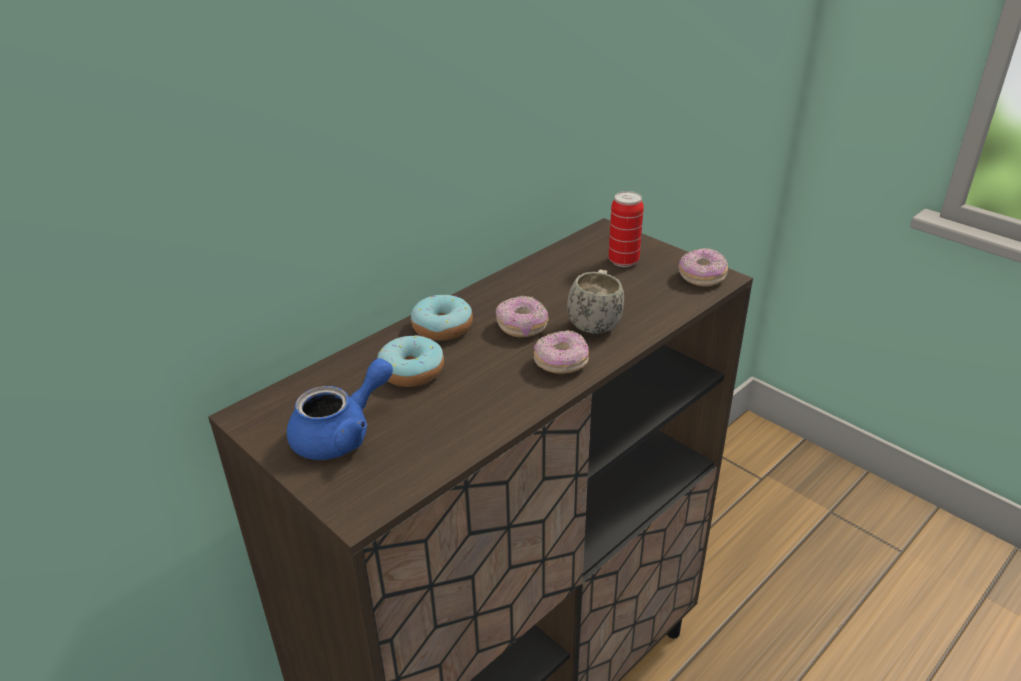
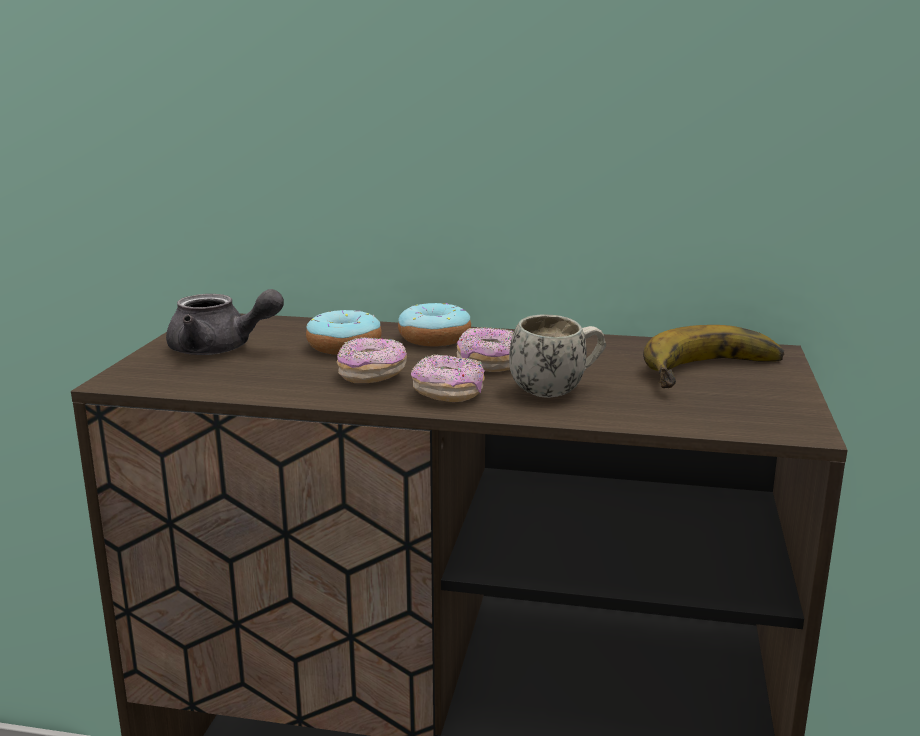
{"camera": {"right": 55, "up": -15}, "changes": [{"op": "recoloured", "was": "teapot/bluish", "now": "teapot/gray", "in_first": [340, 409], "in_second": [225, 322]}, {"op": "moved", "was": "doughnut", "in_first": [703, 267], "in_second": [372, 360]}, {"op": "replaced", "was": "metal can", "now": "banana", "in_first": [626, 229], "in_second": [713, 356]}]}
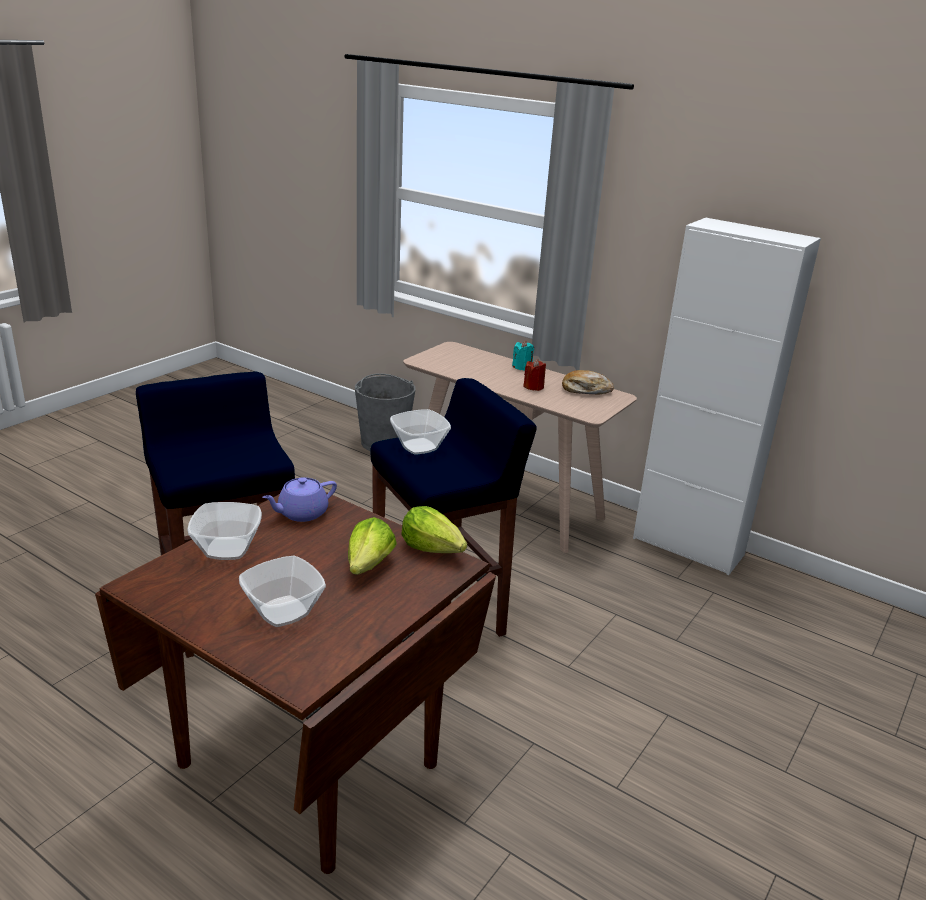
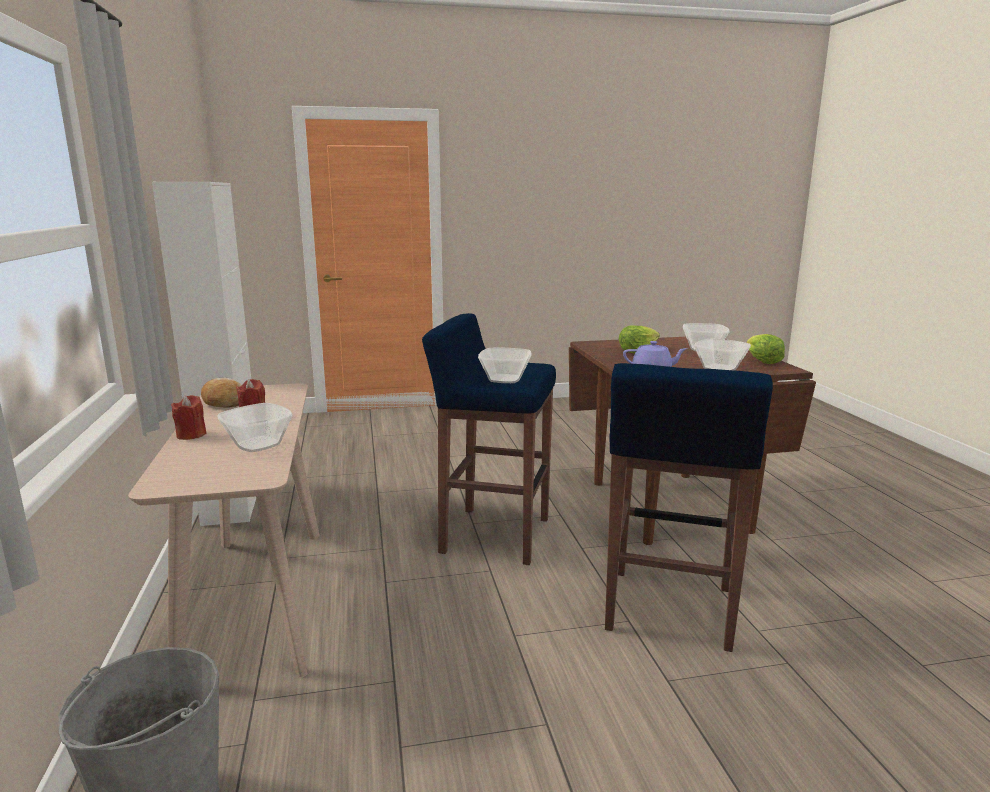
{"camera": {"right": -135, "up": -10}, "changes": [{"op": "recoloured", "was": "wax light/blue-green", "now": "wax light/red-coloured", "in_first": [523, 356], "in_second": [188, 417]}, {"op": "added", "now": "bowl", "in_second": [255, 427]}, {"op": "moved", "was": "lettuce head", "in_first": [434, 529], "in_second": [766, 349]}]}
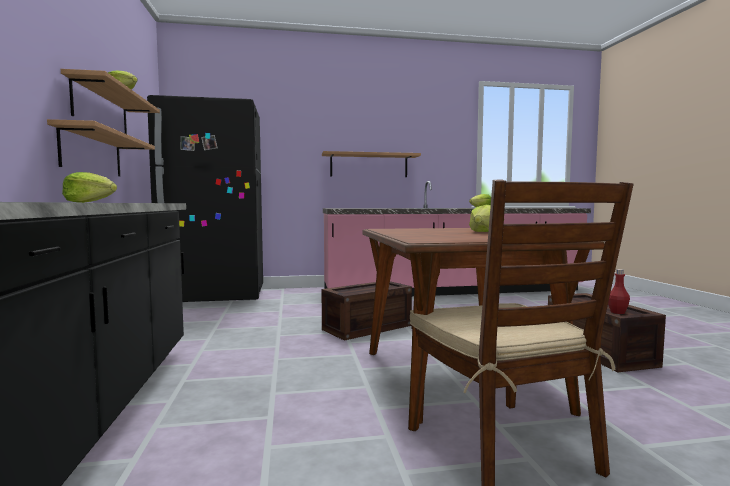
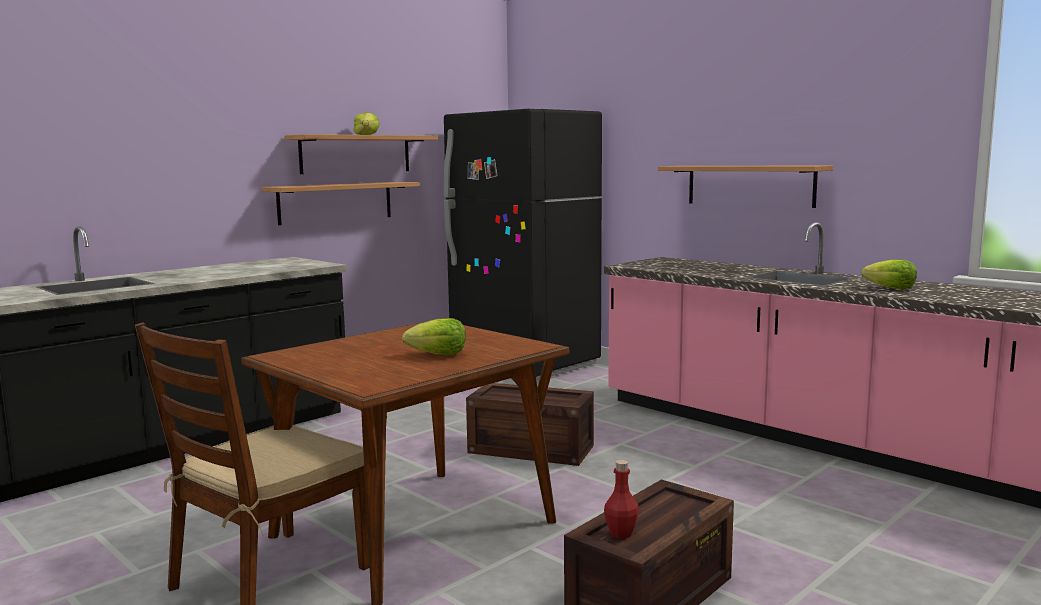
{"camera": {"right": 55, "up": 5}, "changes": [{"op": "removed", "was": "lettuce head", "in_first": [89, 187]}]}
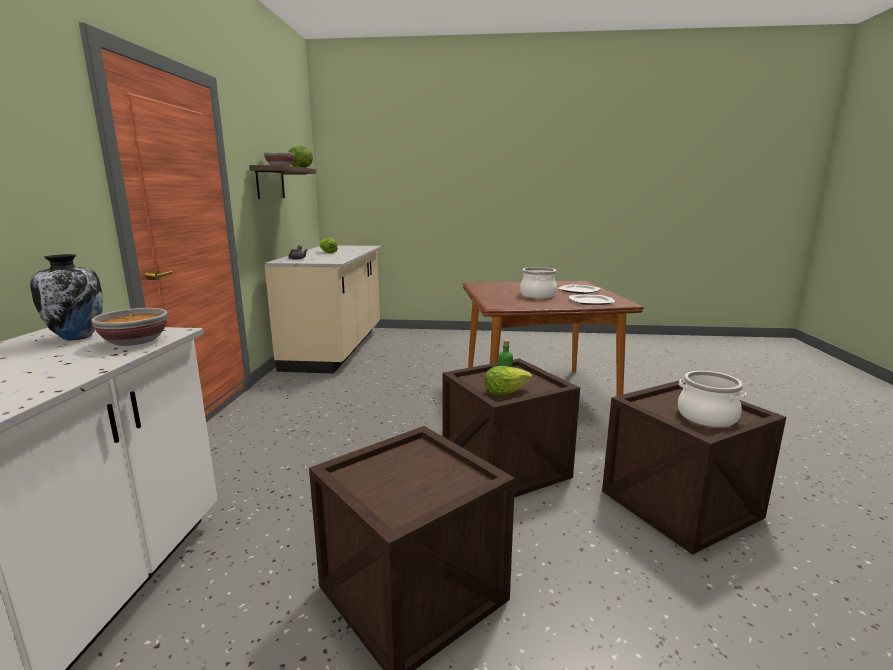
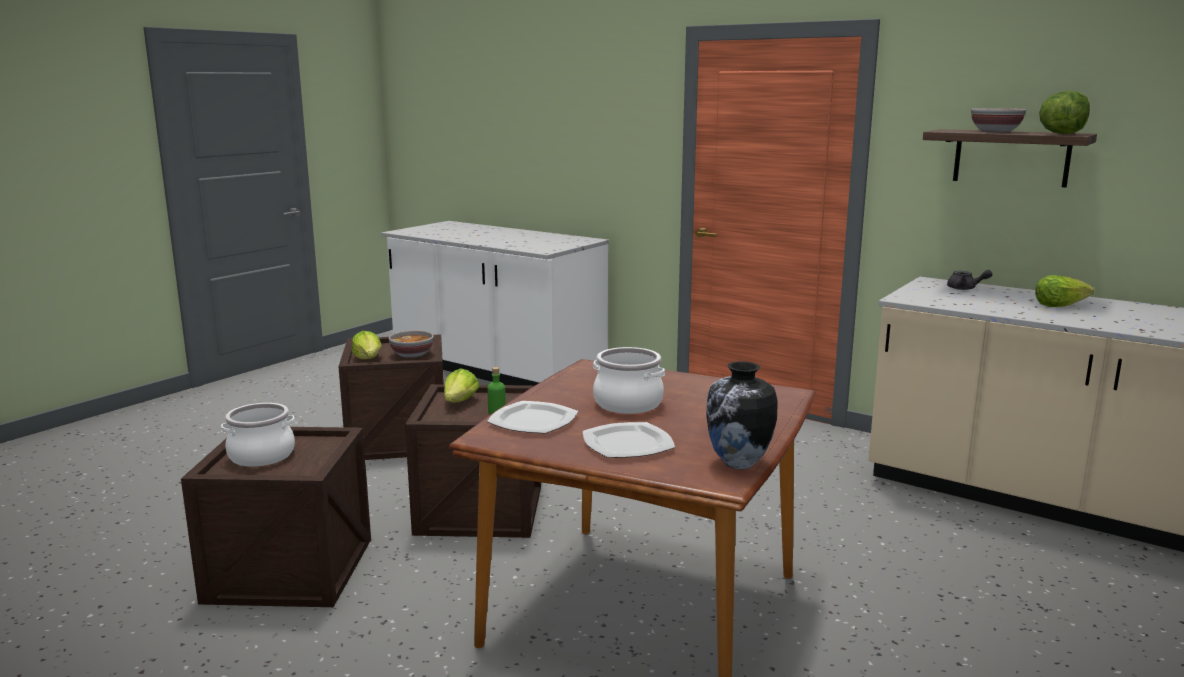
{"camera": {"right": 120, "up": 0}, "changes": [{"op": "added", "now": "lettuce head", "in_second": [367, 345]}, {"op": "moved", "was": "bowl", "in_first": [129, 327], "in_second": [411, 344]}, {"op": "moved", "was": "flower vase", "in_first": [66, 297], "in_second": [742, 415]}]}
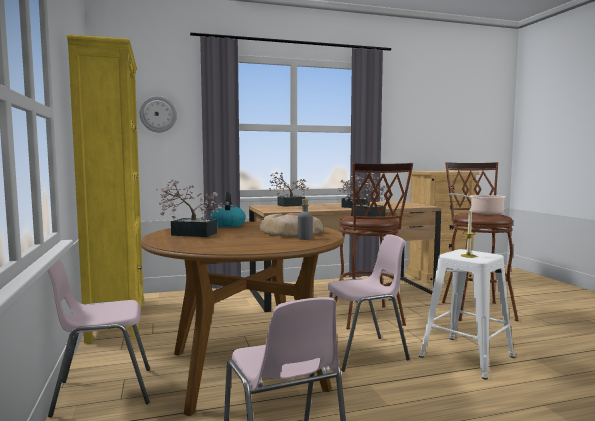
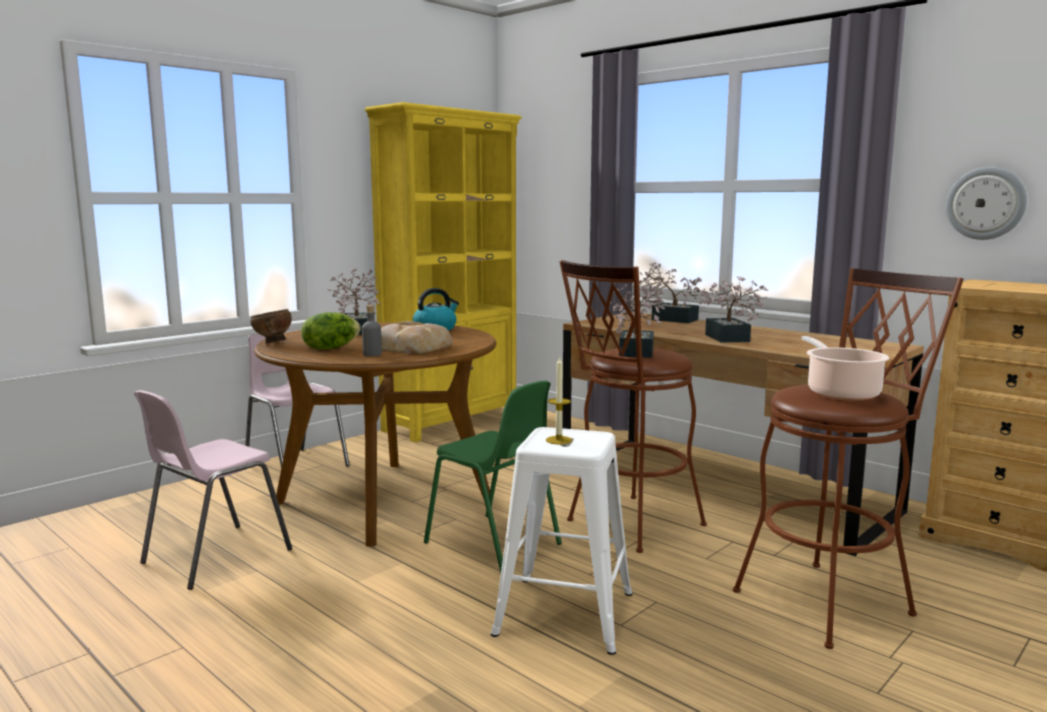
{"camera": {"right": 60, "up": 5}, "changes": [{"op": "added", "now": "bowl/brown-coloured", "in_second": [271, 326]}, {"op": "added", "now": "lettuce head", "in_second": [331, 331]}, {"op": "recoloured", "was": "chair/pinkish", "now": "chair/greenish", "in_first": [368, 303], "in_second": [493, 477]}, {"op": "moved", "was": "wall clock", "in_first": [158, 114], "in_second": [986, 203]}]}
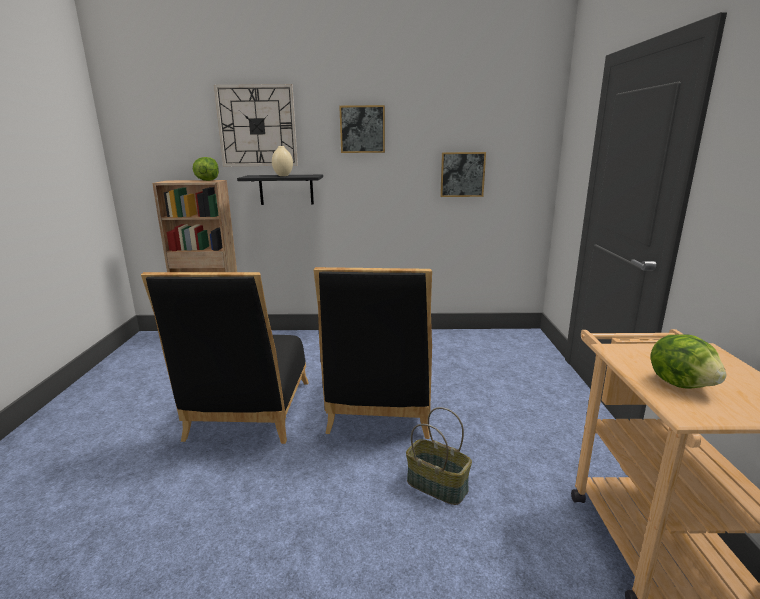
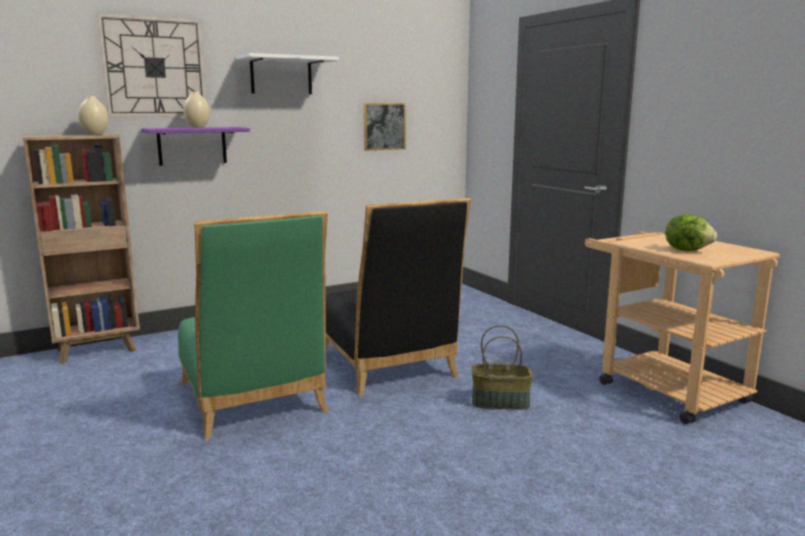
{"camera": {"right": -30, "up": -5}, "changes": [{"op": "replaced", "was": "lettuce head", "now": "flower vase/beige-coloured", "in_first": [206, 169], "in_second": [93, 115]}, {"op": "recoloured", "was": "shelf/black", "now": "shelf/purple-coloured", "in_first": [280, 190], "in_second": [195, 146]}, {"op": "recoloured", "was": "chair/black", "now": "chair/greenish", "in_first": [225, 358], "in_second": [253, 325]}, {"op": "replaced", "was": "wall art", "now": "shelf/whitish", "in_first": [362, 129], "in_second": [287, 73]}]}
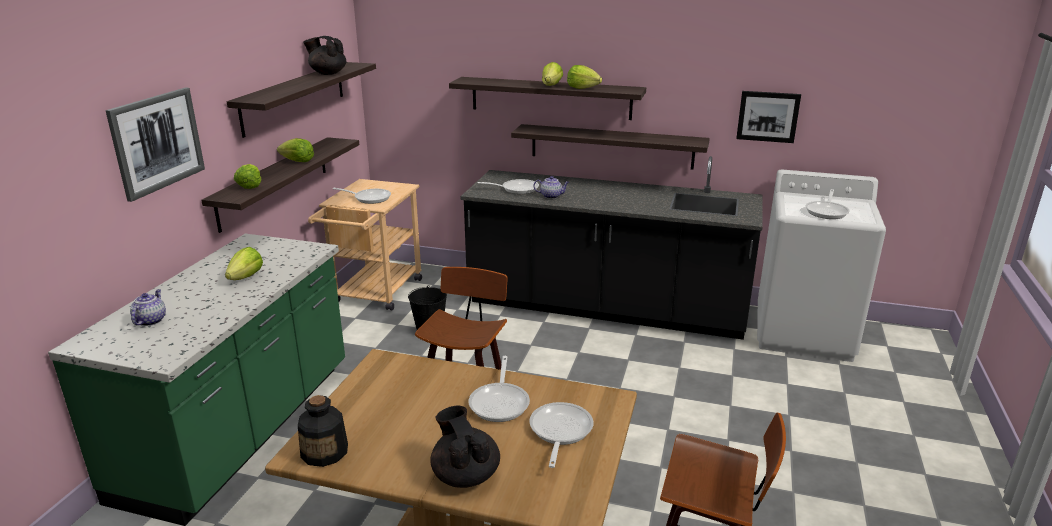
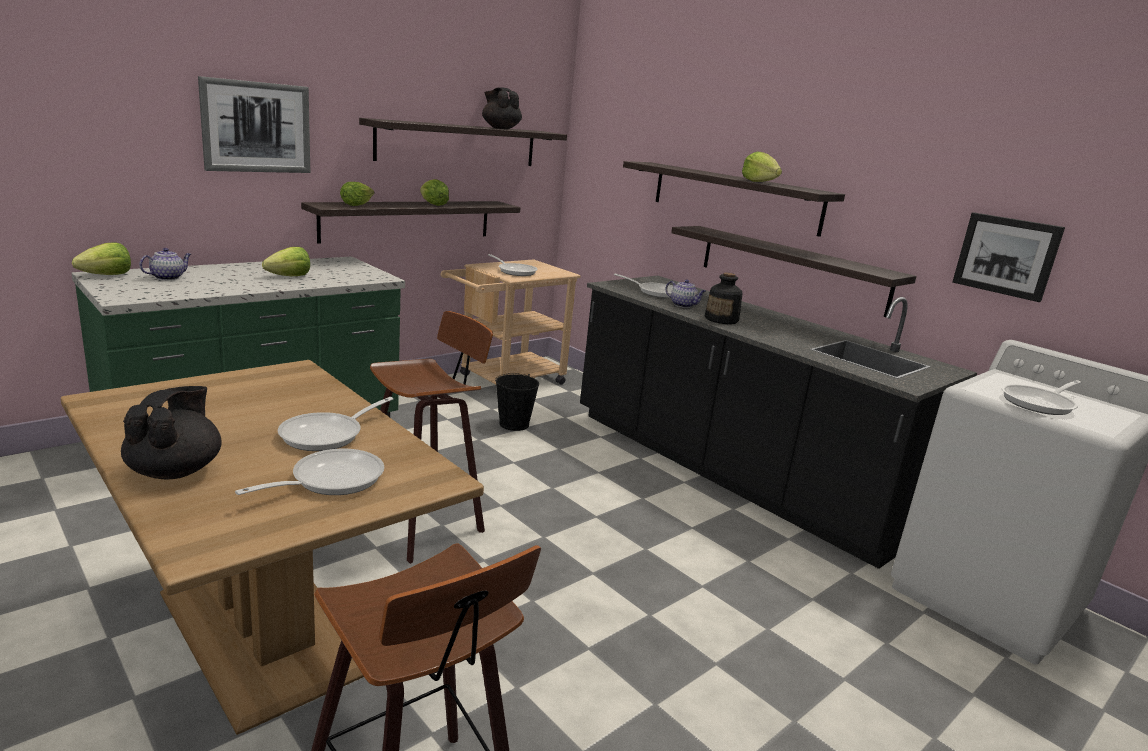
{"camera": {"right": 30, "up": -5}, "changes": [{"op": "moved", "was": "lettuce head", "in_first": [552, 74], "in_second": [101, 259]}, {"op": "moved", "was": "bottle", "in_first": [323, 431], "in_second": [724, 298]}]}
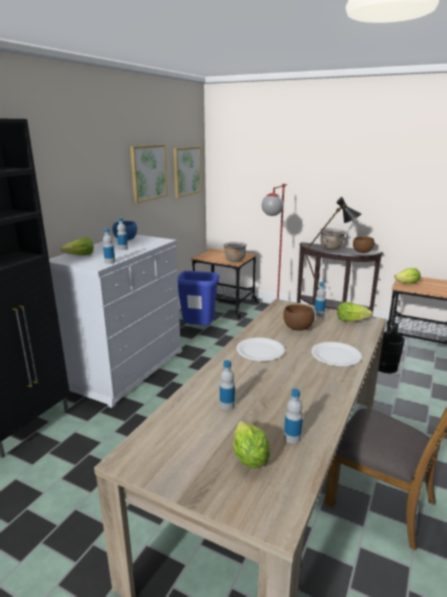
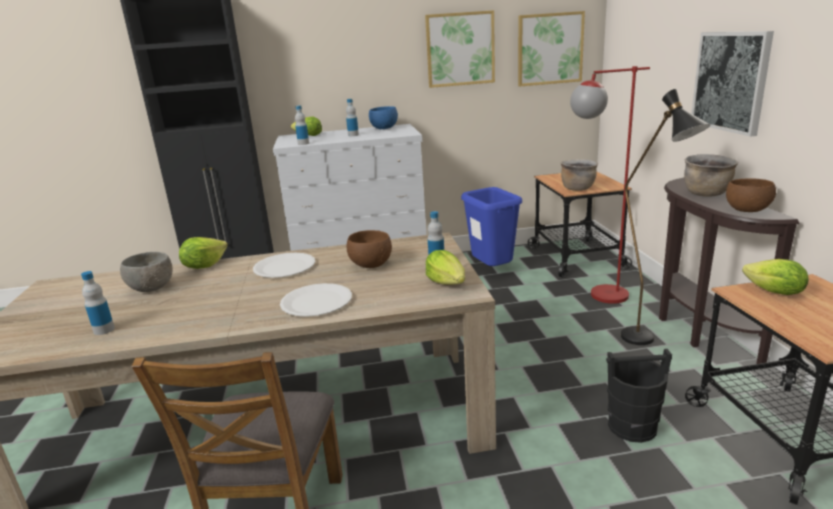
{"camera": {"right": 55, "up": 0}, "changes": [{"op": "replaced", "was": "bottle", "now": "bowl/gray", "in_first": [227, 385], "in_second": [146, 272]}, {"op": "moved", "was": "lettuce head", "in_first": [251, 444], "in_second": [203, 253]}, {"op": "added", "now": "wall art", "in_second": [732, 84]}]}
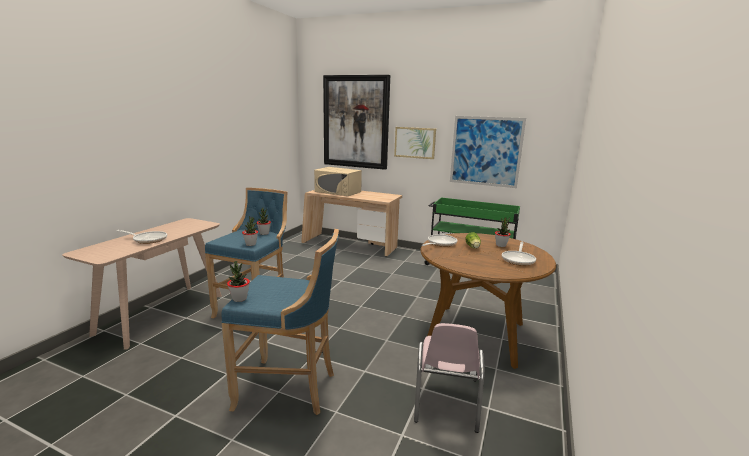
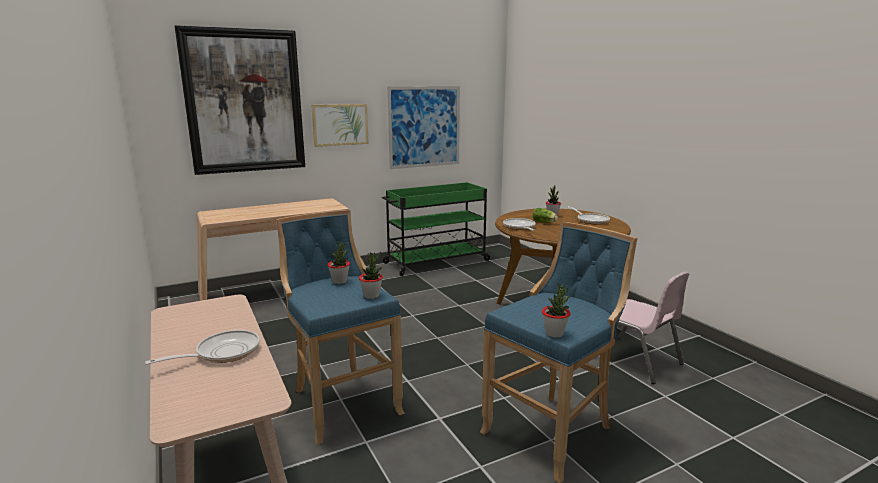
{"camera": {"right": -50, "up": 0}, "changes": [{"op": "removed", "was": "kitchen microwave/beige-coloured", "in_first": [338, 181]}]}
